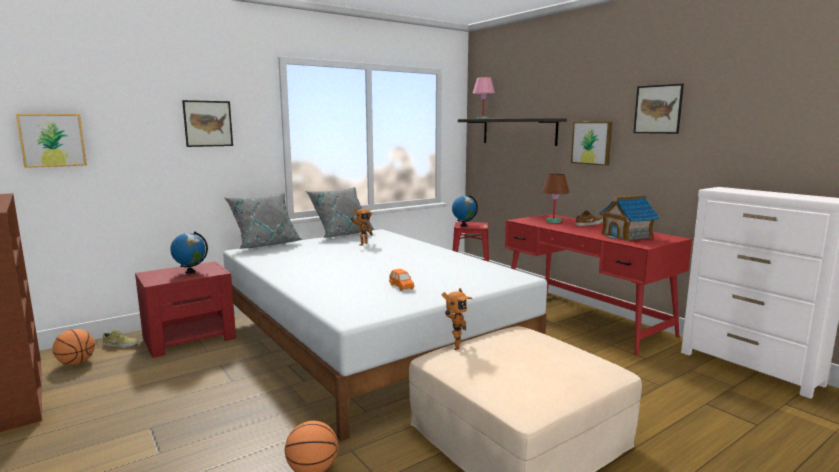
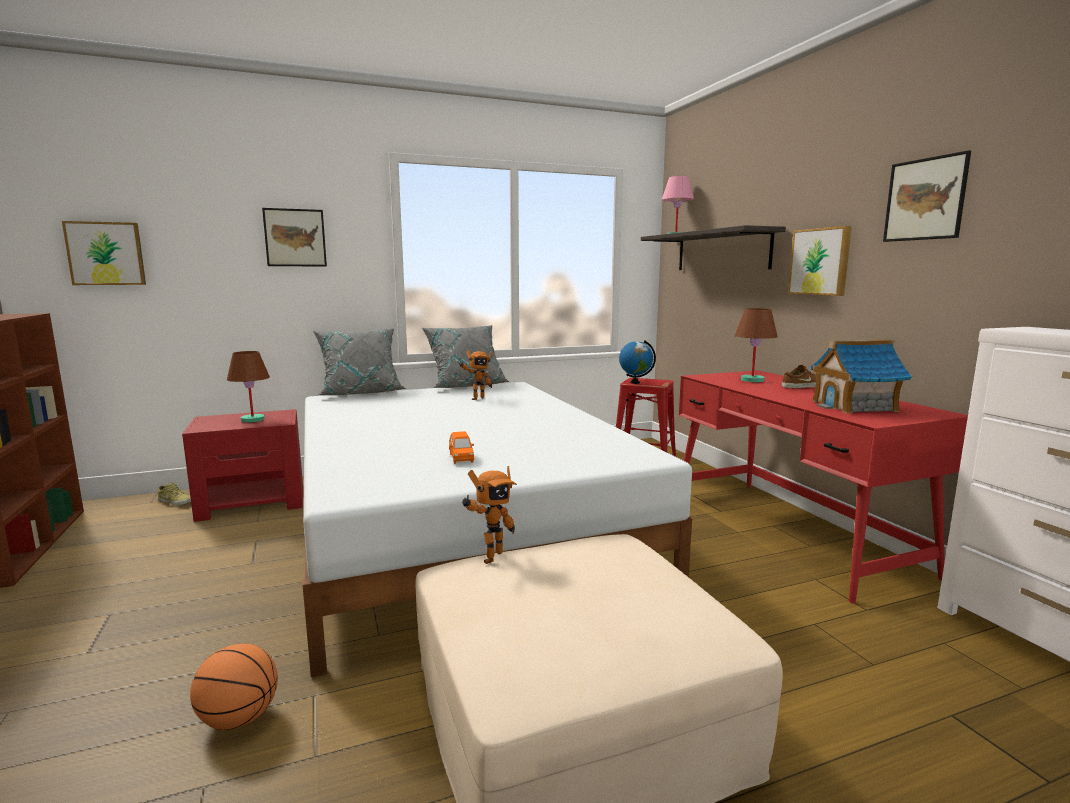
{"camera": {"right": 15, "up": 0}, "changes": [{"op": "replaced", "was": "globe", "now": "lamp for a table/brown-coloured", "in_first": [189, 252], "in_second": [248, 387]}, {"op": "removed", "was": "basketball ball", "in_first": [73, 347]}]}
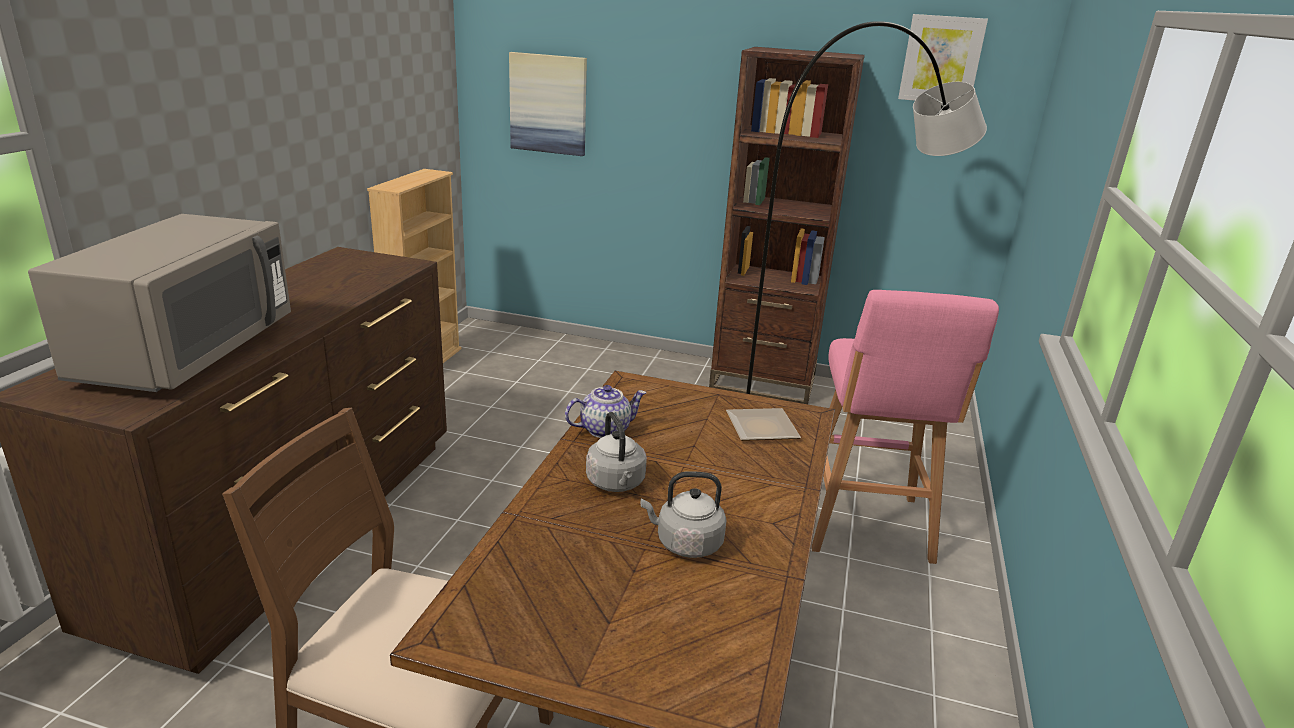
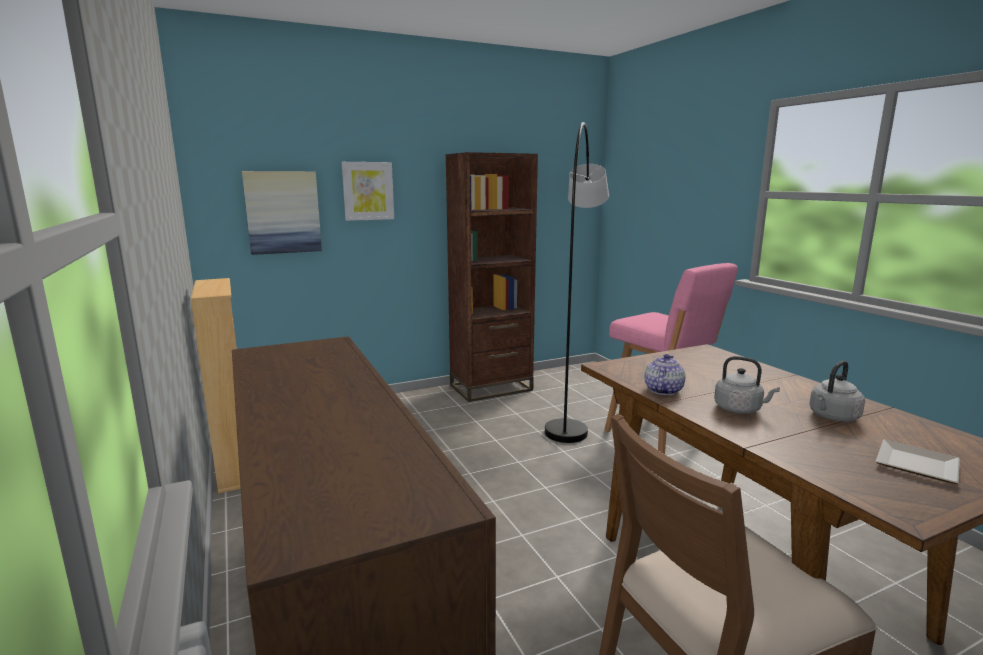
{"camera": {"right": -40, "up": -10}, "changes": [{"op": "moved", "was": "wall art", "in_first": [943, 57], "in_second": [368, 191]}, {"op": "moved", "was": "dinner plate", "in_first": [763, 424], "in_second": [917, 462]}, {"op": "removed", "was": "kitchen microwave/gray", "in_first": [159, 303]}]}
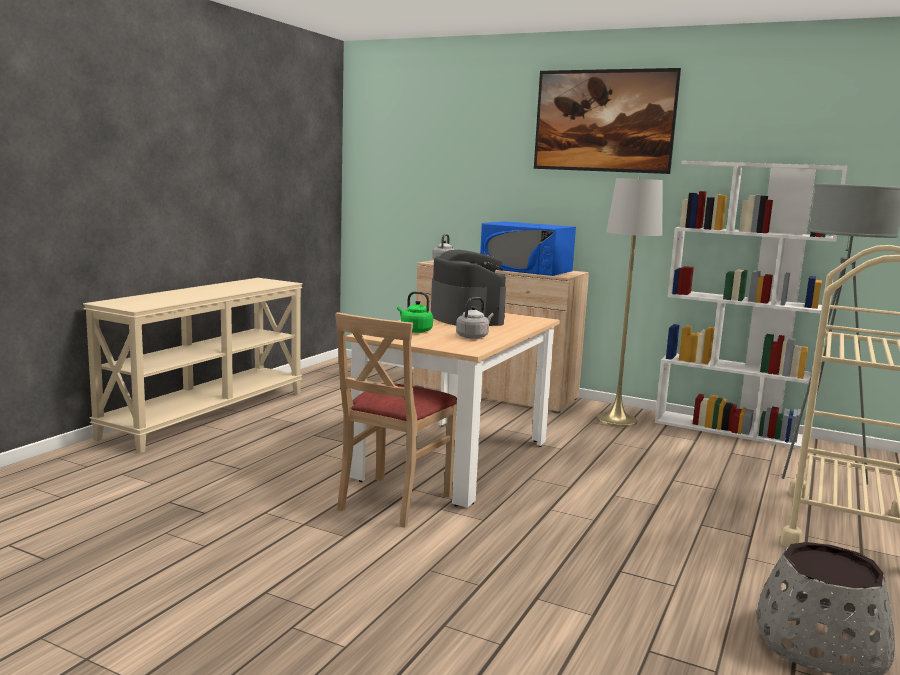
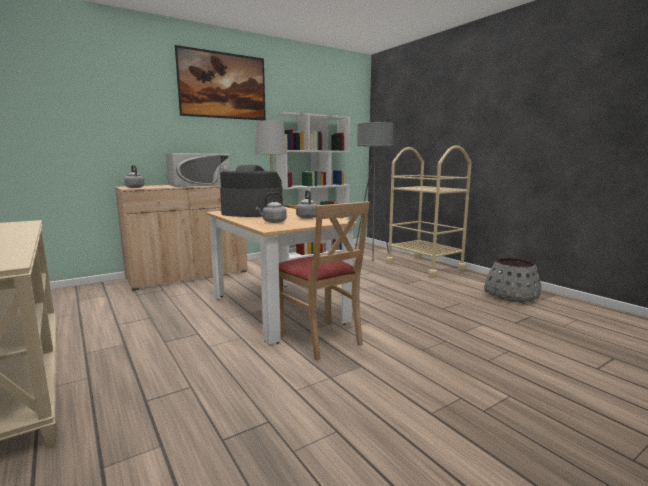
{"camera": {"right": -60, "up": 0}, "changes": [{"op": "recoloured", "was": "kitchen microwave/bluish", "now": "kitchen microwave/whitish", "in_first": [528, 248], "in_second": [198, 170]}, {"op": "recoloured", "was": "kettle/greenish", "now": "kettle/gray", "in_first": [415, 312], "in_second": [271, 207]}]}
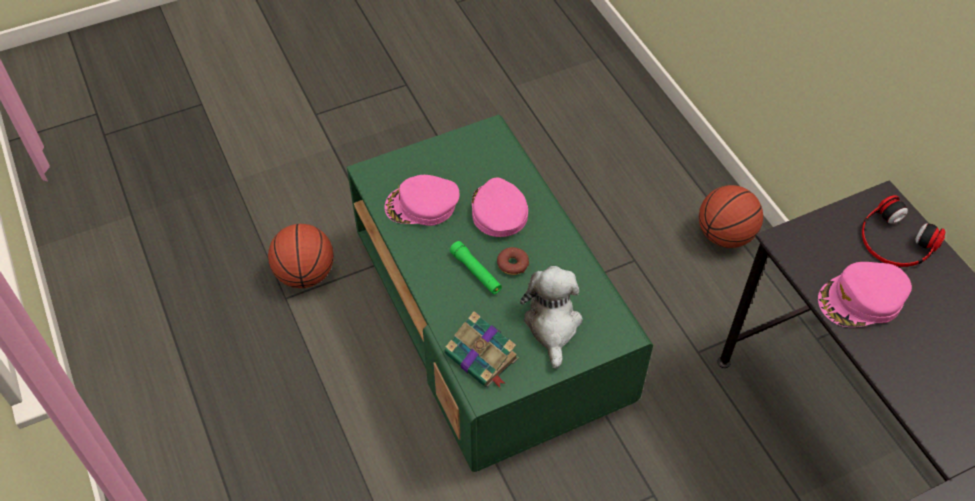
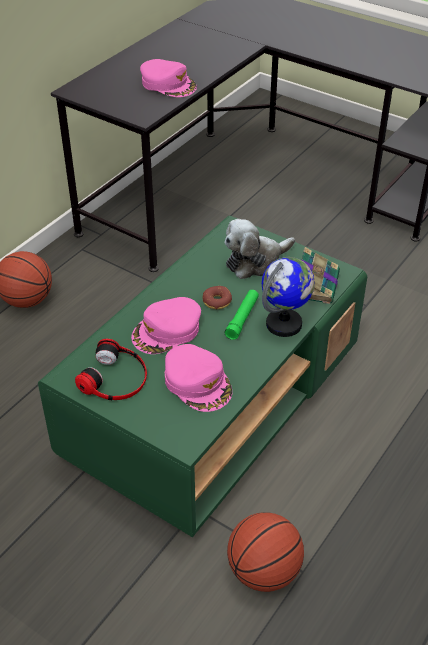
{"camera": {"right": -120, "up": -10}, "changes": [{"op": "moved", "was": "headset", "in_first": [903, 231], "in_second": [111, 369]}, {"op": "added", "now": "globe", "in_second": [288, 297]}]}
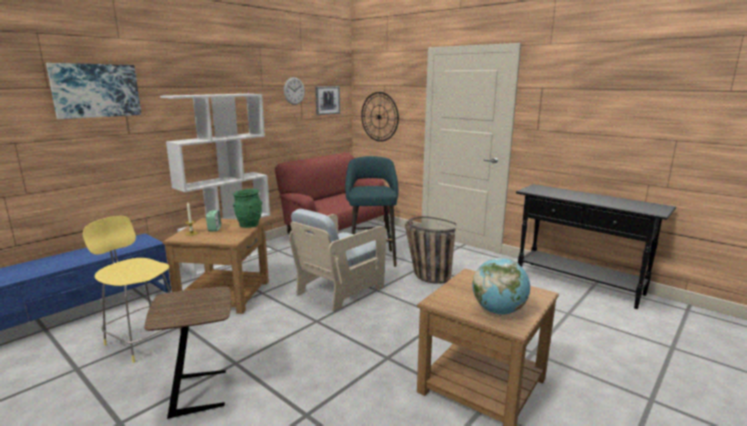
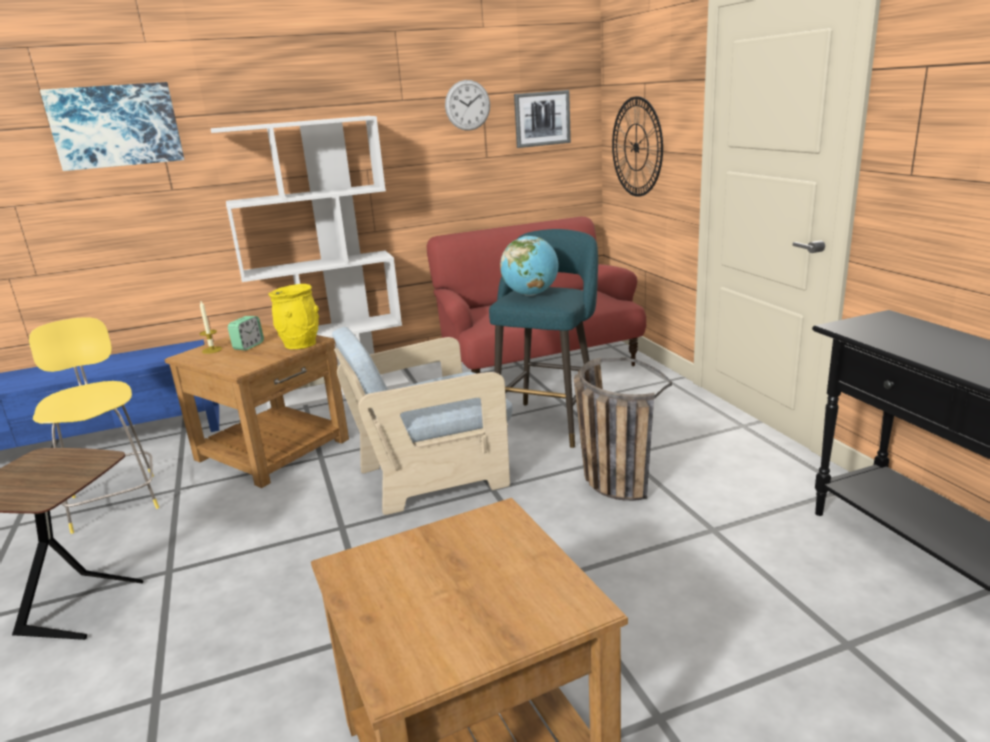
{"camera": {"right": 30, "up": 5}, "changes": [{"op": "recoloured", "was": "flower vase/greenish", "now": "flower vase/yellowish", "in_first": [247, 208], "in_second": [293, 316]}, {"op": "moved", "was": "globe", "in_first": [501, 286], "in_second": [529, 266]}]}
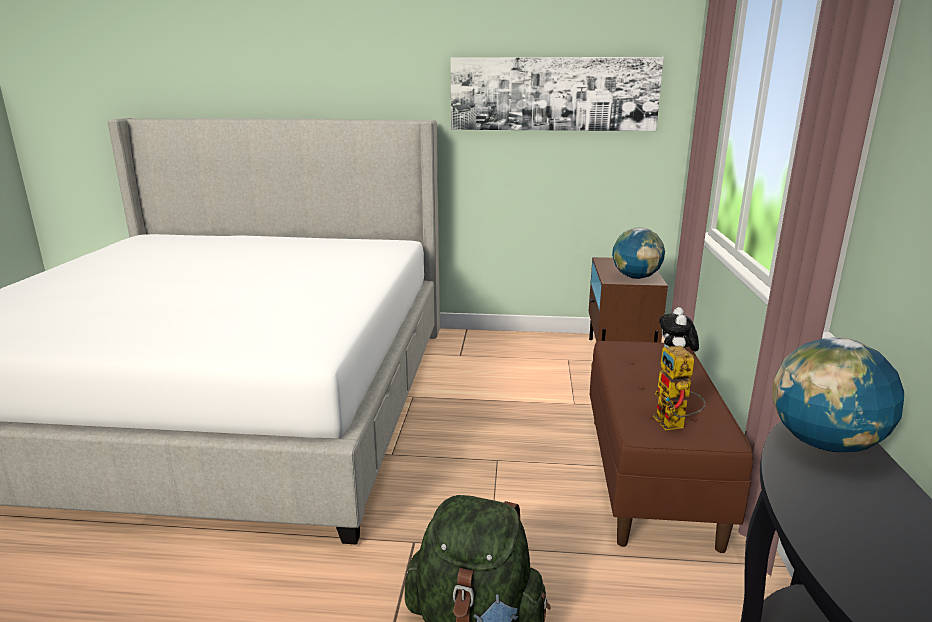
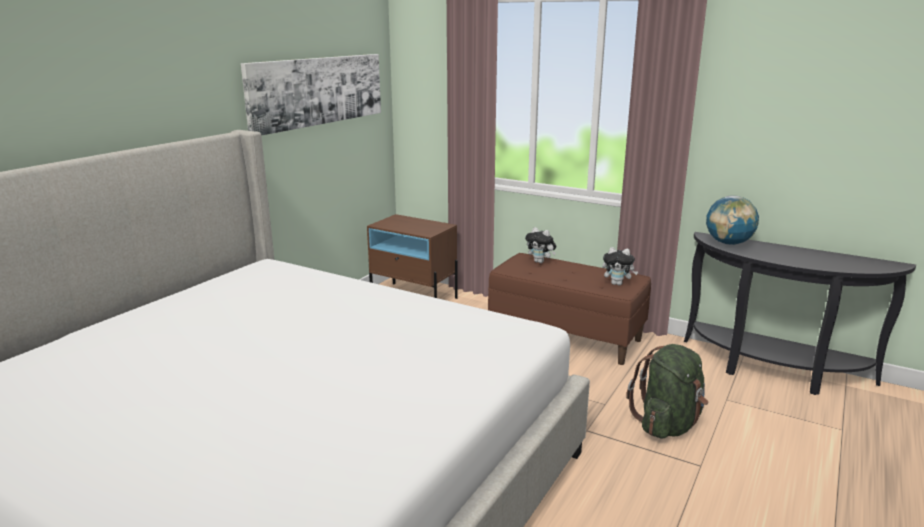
{"camera": {"right": -65, "up": 0}, "changes": [{"op": "replaced", "was": "toy robot", "now": "soft toy", "in_first": [679, 388], "in_second": [620, 266]}, {"op": "removed", "was": "globe", "in_first": [638, 253]}]}
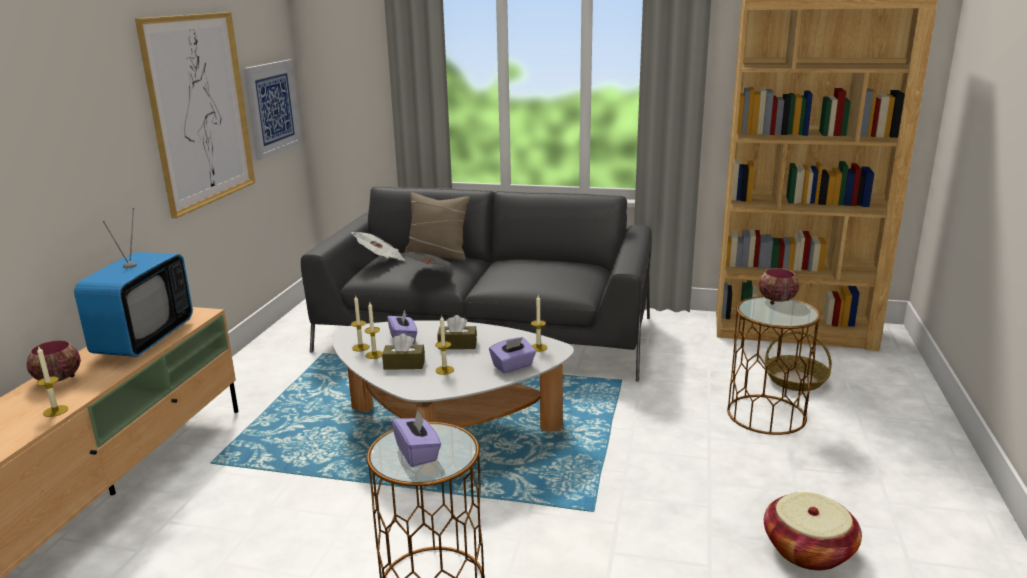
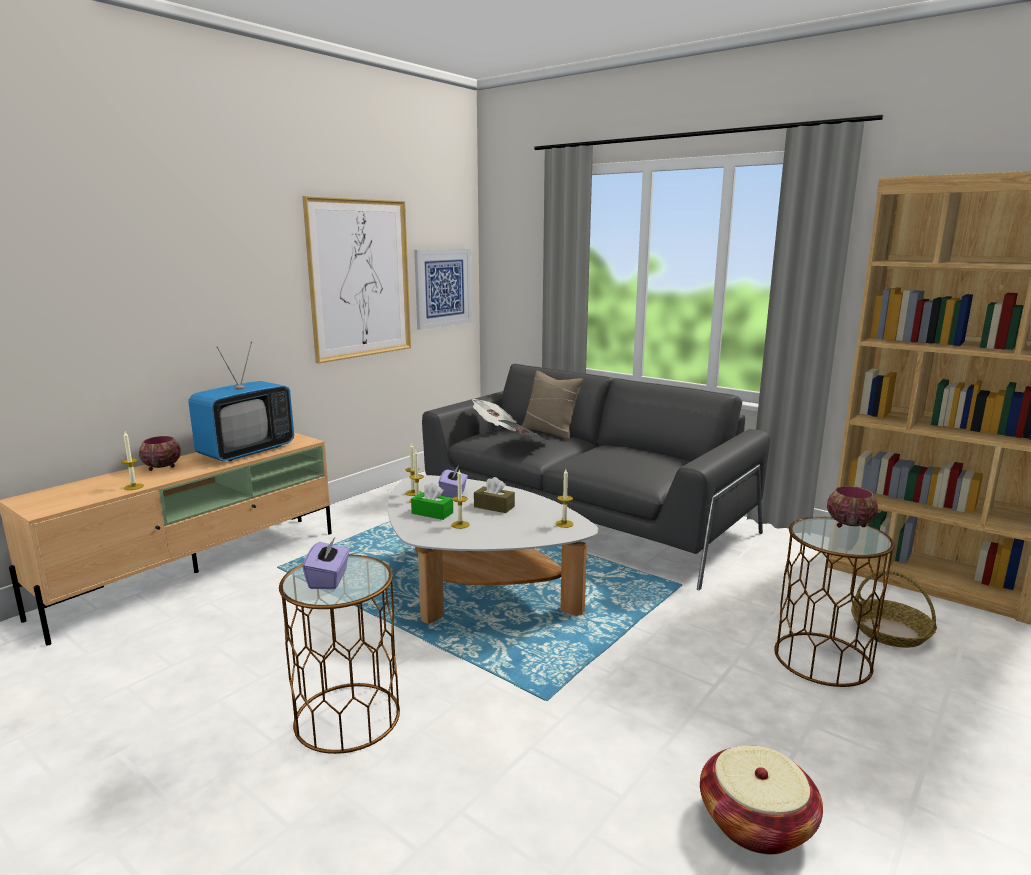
{"camera": {"right": 25, "up": -5}, "changes": [{"op": "recoloured", "was": "tissue holder/brown-coloured", "now": "tissue holder/greenish", "in_first": [403, 351], "in_second": [432, 501]}, {"op": "removed", "was": "tissue holder/purple-coloured", "in_first": [512, 355]}]}
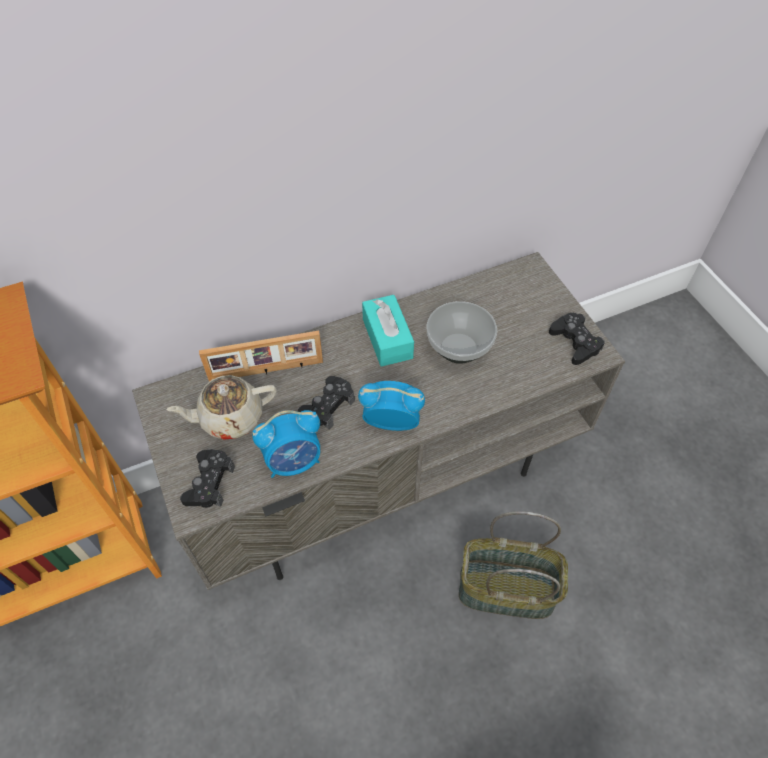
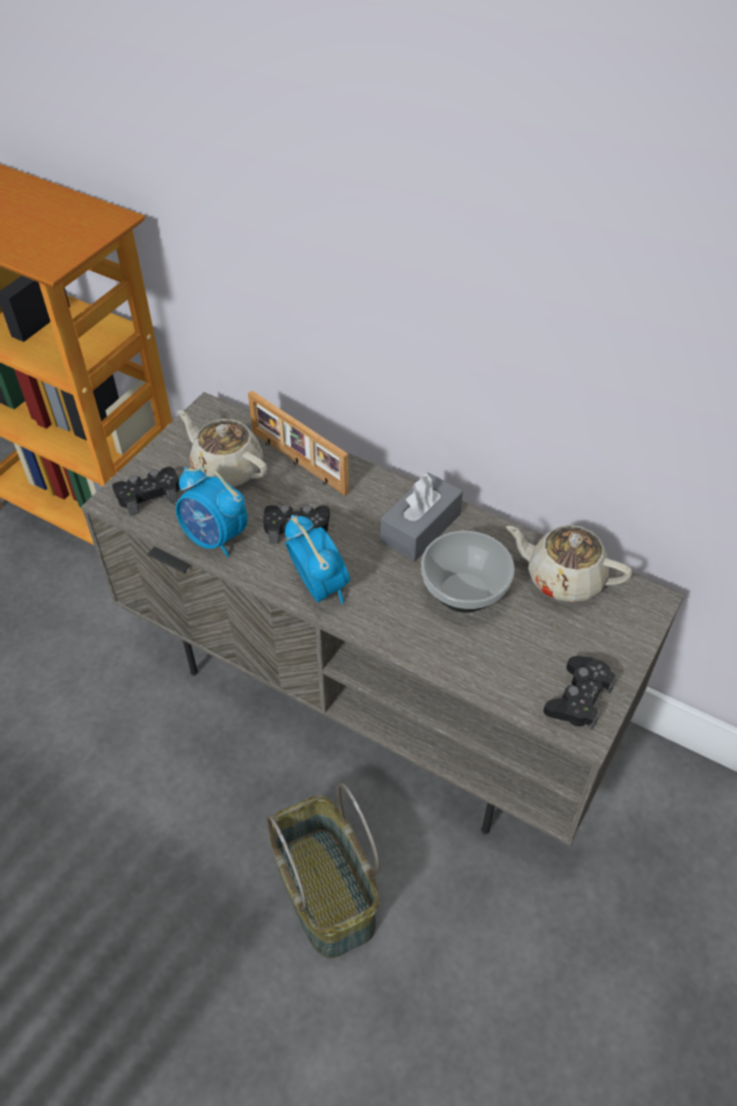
{"camera": {"right": 55, "up": -5}, "changes": [{"op": "recoloured", "was": "tissue holder/blue-green", "now": "tissue holder/gray", "in_first": [388, 331], "in_second": [421, 516]}, {"op": "added", "now": "teapot/beige-coloured", "in_second": [569, 563]}]}
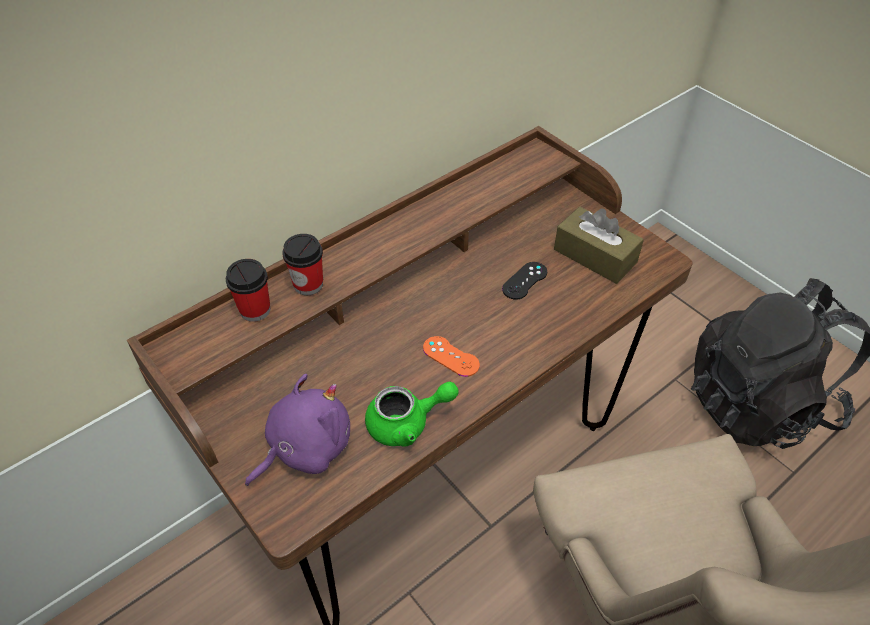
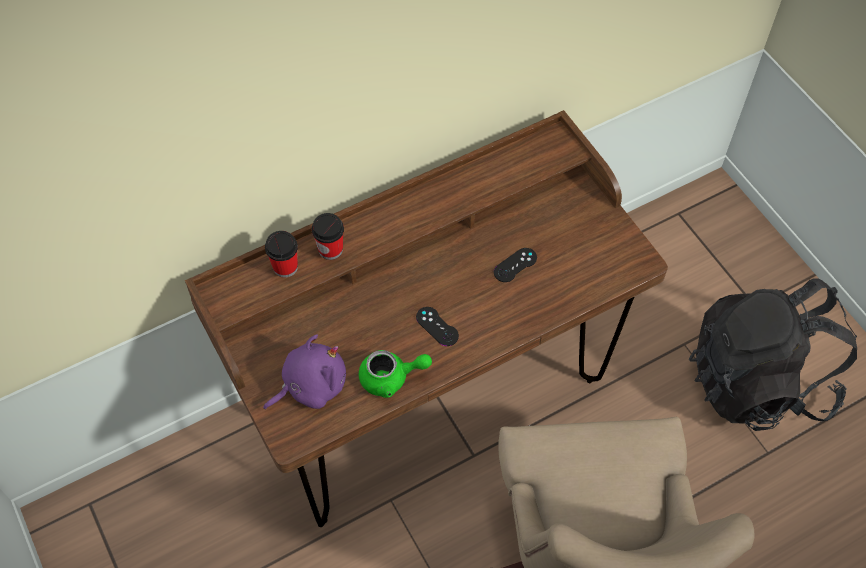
{"camera": {"right": 10, "up": 10}, "changes": [{"op": "recoloured", "was": "joypad/orange", "now": "joypad/black", "in_first": [451, 356], "in_second": [437, 326]}, {"op": "removed", "was": "tissue holder/brown-coloured", "in_first": [599, 245]}]}
